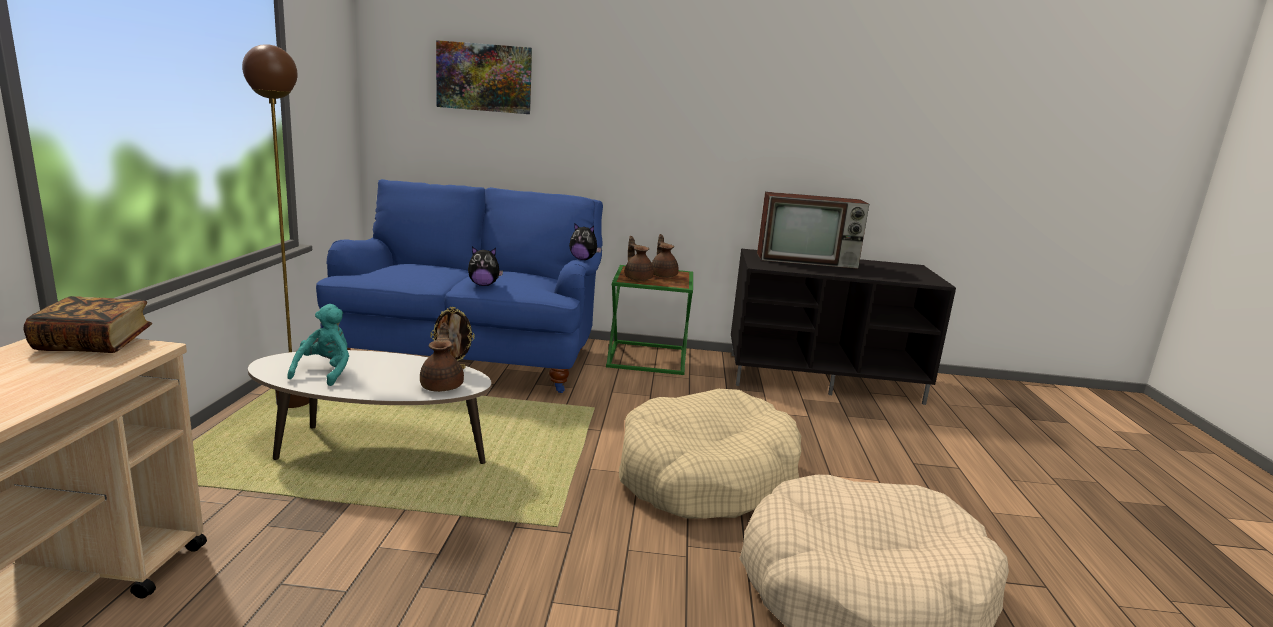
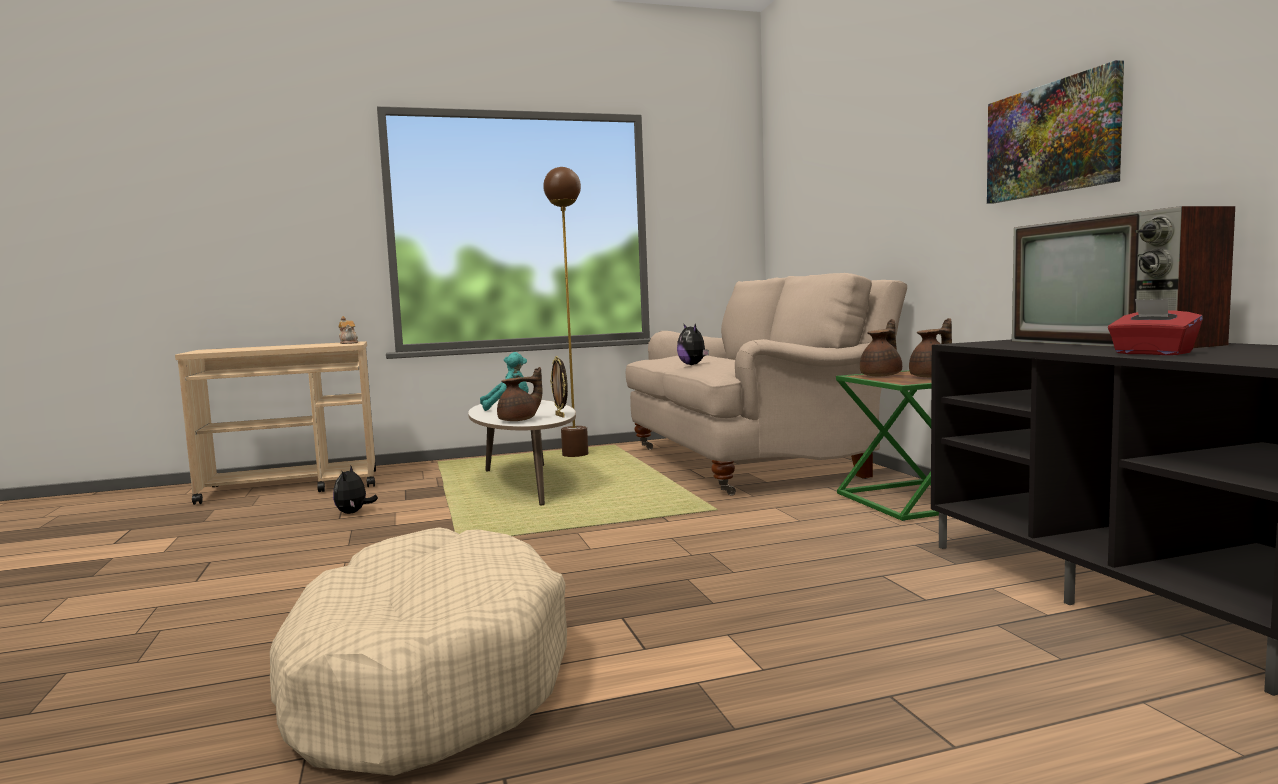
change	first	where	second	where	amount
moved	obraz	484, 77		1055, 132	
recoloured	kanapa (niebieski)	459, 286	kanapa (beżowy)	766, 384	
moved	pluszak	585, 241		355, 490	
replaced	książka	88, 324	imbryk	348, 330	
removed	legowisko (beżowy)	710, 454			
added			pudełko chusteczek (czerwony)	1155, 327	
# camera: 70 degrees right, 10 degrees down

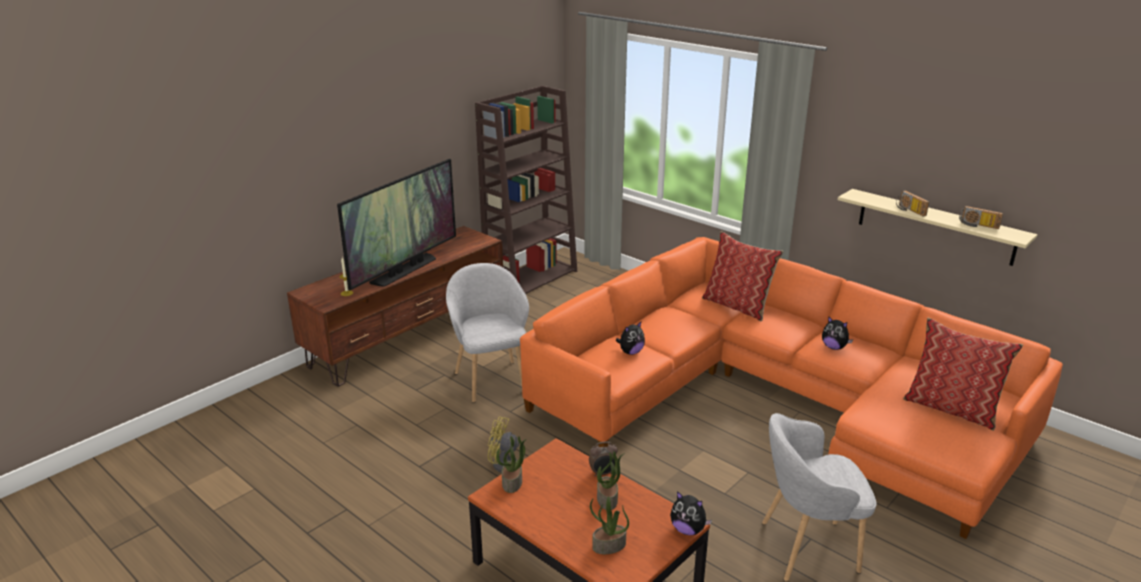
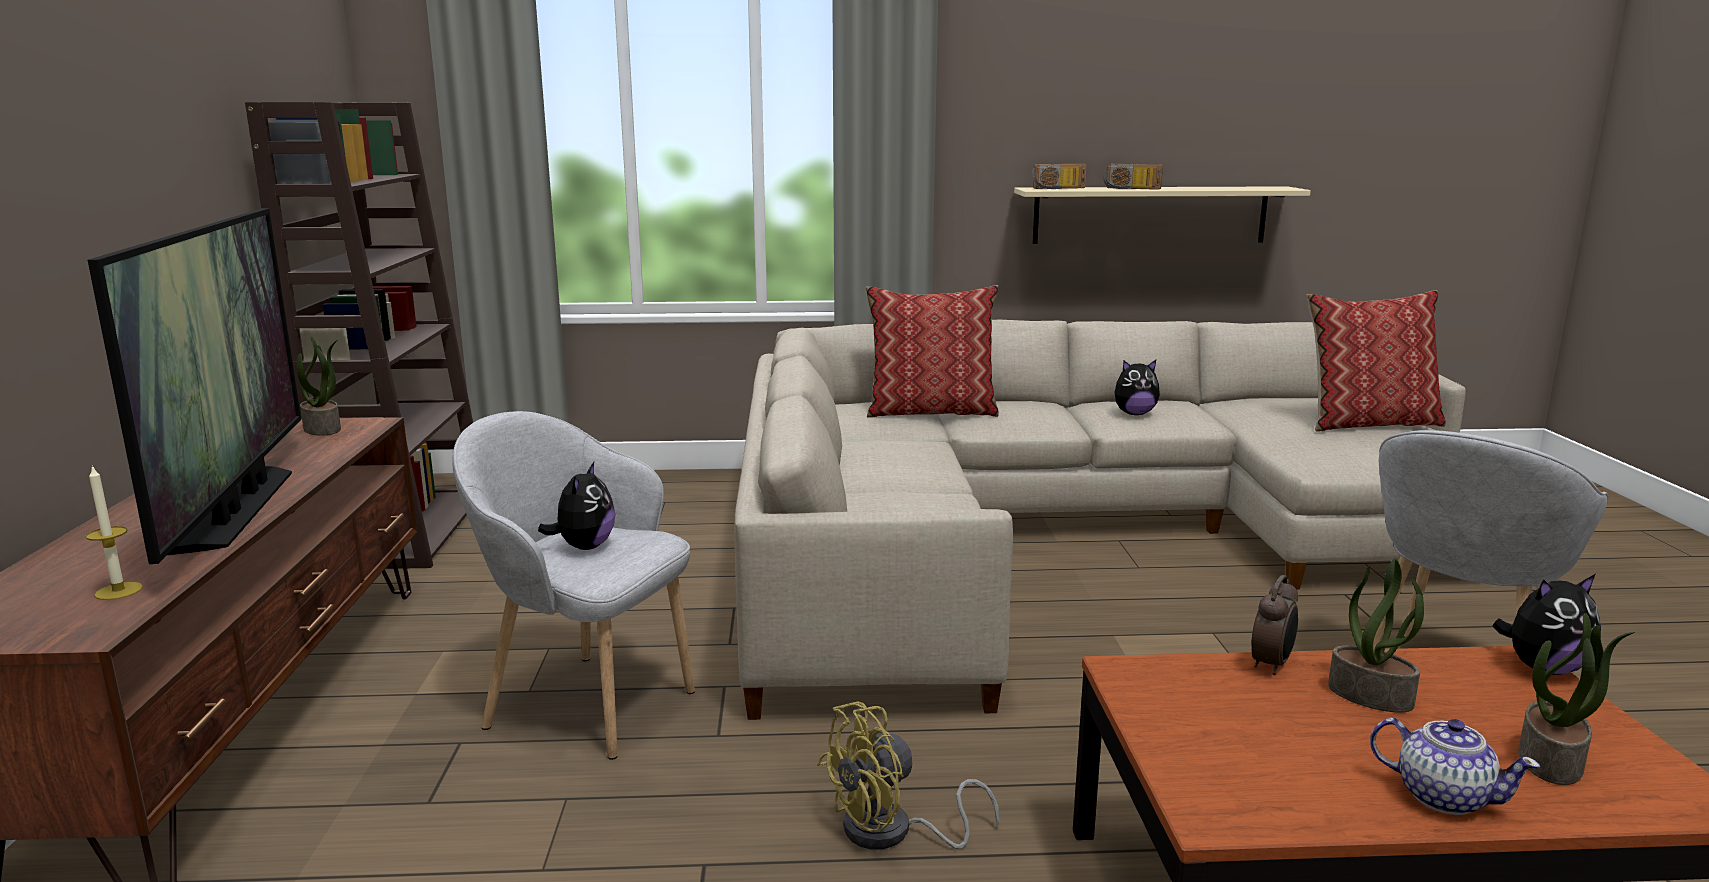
change	first	where	second	where	amount
moved	radio	981, 217		1059, 176	
recoloured	kanapa (pomarańczowy)	791, 388	kanapa (beżowy)	1100, 520	
moved	pluszak	630, 338		576, 506	
moved	roślina doniczkowa	511, 464		319, 386	
added			imbryk	1455, 766	
# camera: 45 degrees left, 10 degrees down

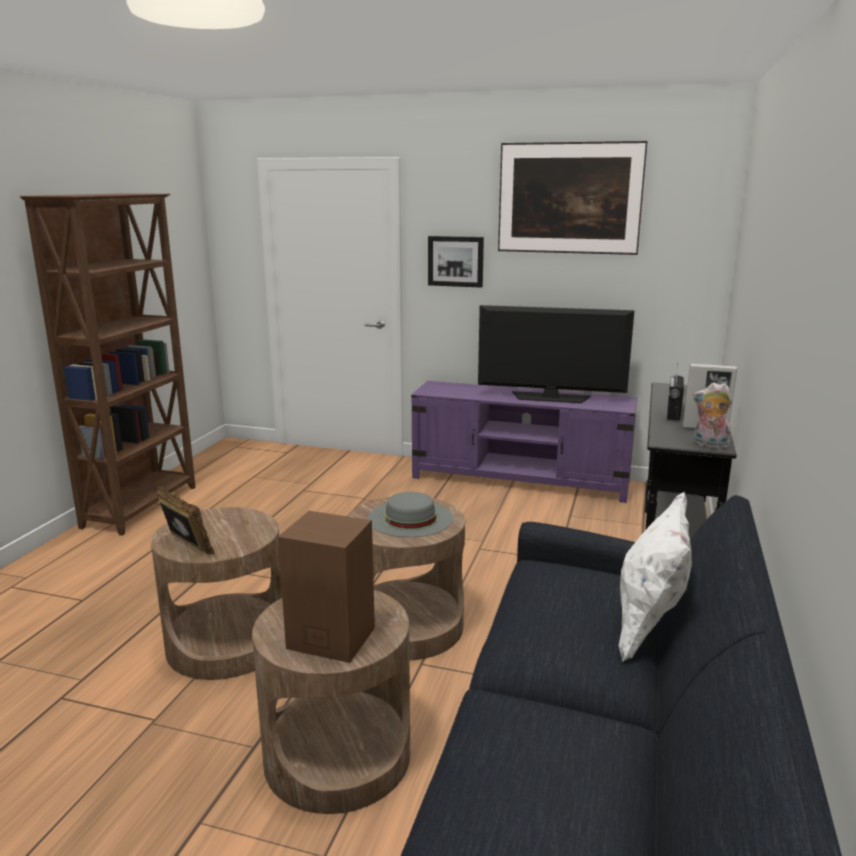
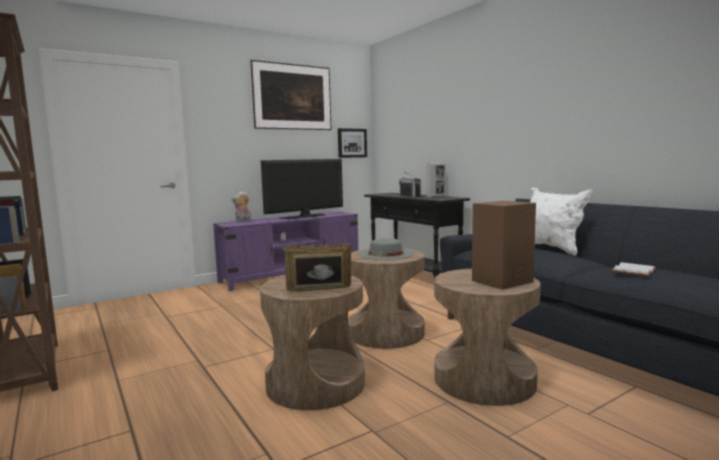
change	first	where	second	where	amount
moved	obraz	456, 262		352, 143	
moved	pluszak	713, 416		241, 207	
added			książka (biały)	634, 269	
# camera: 50 degrees left, 10 degrees down

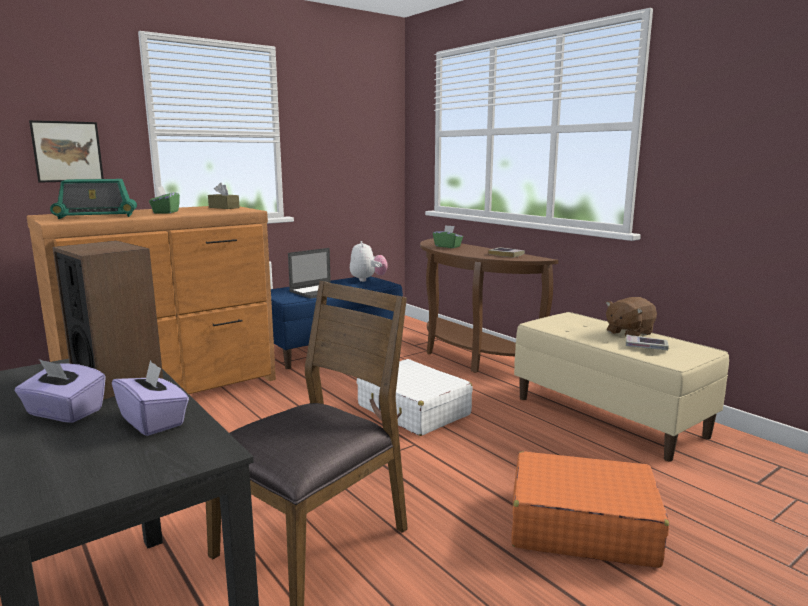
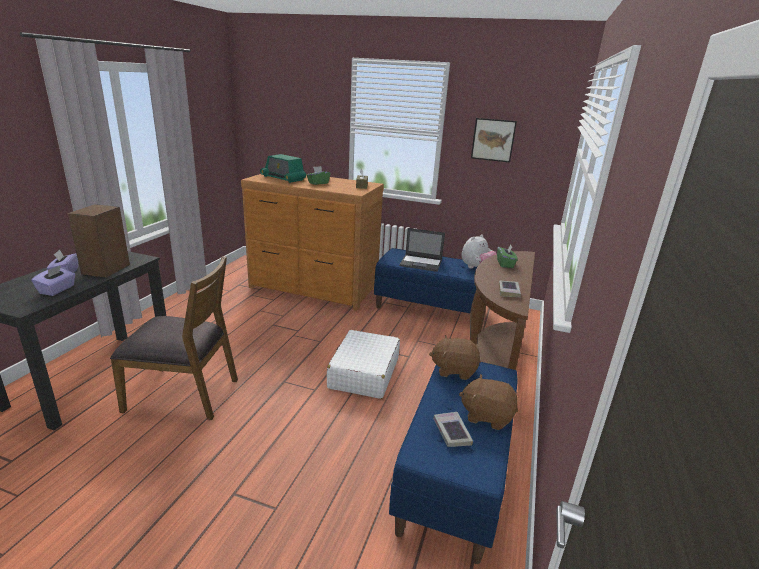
change	first	where	second	where	amount
moved	obraz	66, 151		494, 140	
recoloured	ławka (beżowy)	621, 387	ławka (niebieski)	453, 463	
removed	walizka (pomarańczowy)	590, 509			
added			pluszak (brązowy)	455, 357	
# camera: 55 degrees right, 10 degrees up

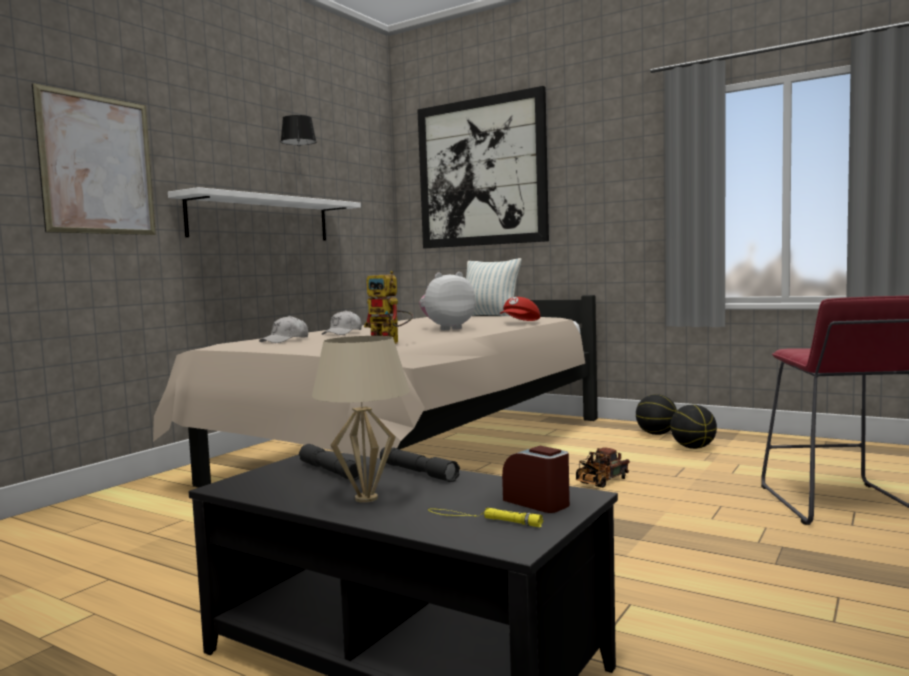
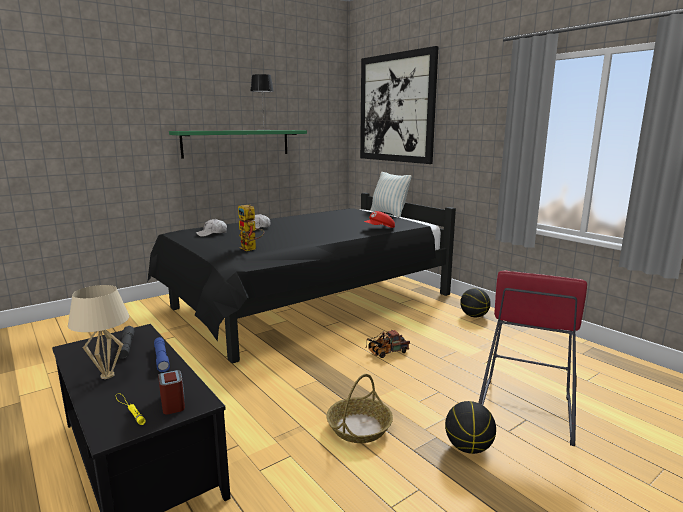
change	first	where	second	where	amount
removed	obraz	94, 159			
recoloured	półka (biały)	264, 214	półka (zielony)	238, 144	
removed	pluszak	447, 301			
recoloured	łóżko (beżowy)	375, 391	łóżko (czarny)	302, 278	
moved	piłka do koszykówki	693, 426		470, 427	
recoloured	latarka (szary)	420, 464	latarka (niebieski)	162, 354	
added			koszyk	359, 408	
# camera: 20 degrees right, 10 degrees up

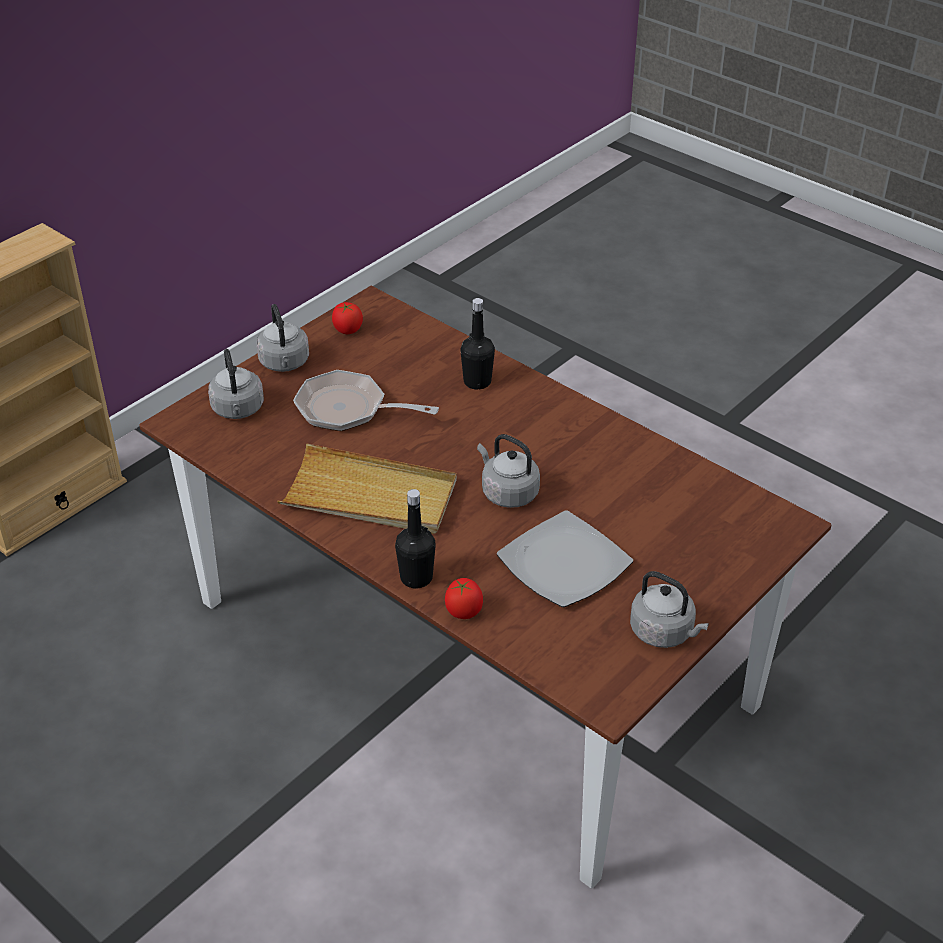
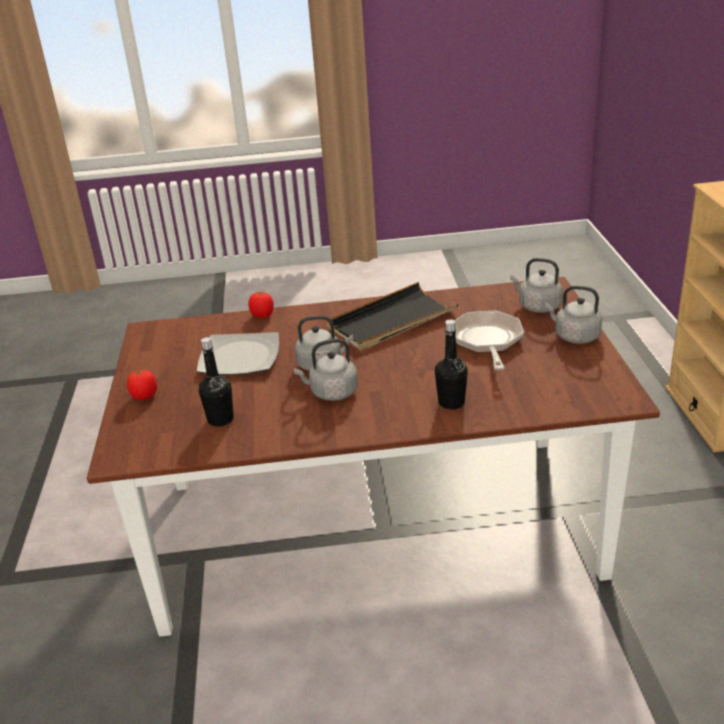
change	first	where	second	where	amount
moved	pomidor	347, 318		142, 384	
turned	patelnia	366, 400		489, 340	60 degrees counterclockwise
recoloured	taca (beżowy)	367, 488	taca (czarny)	392, 316	
moved	butelka (czarny)	415, 538		216, 382	
moved	czajnik (szary)	669, 609		326, 370	
# camera: 135 degrees right, 10 degrees down

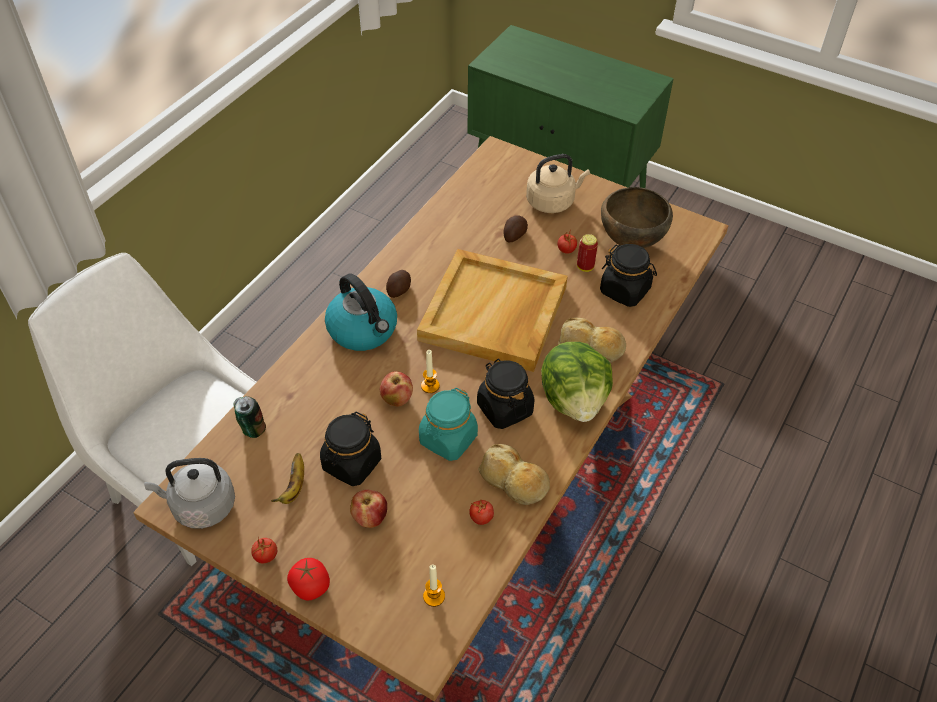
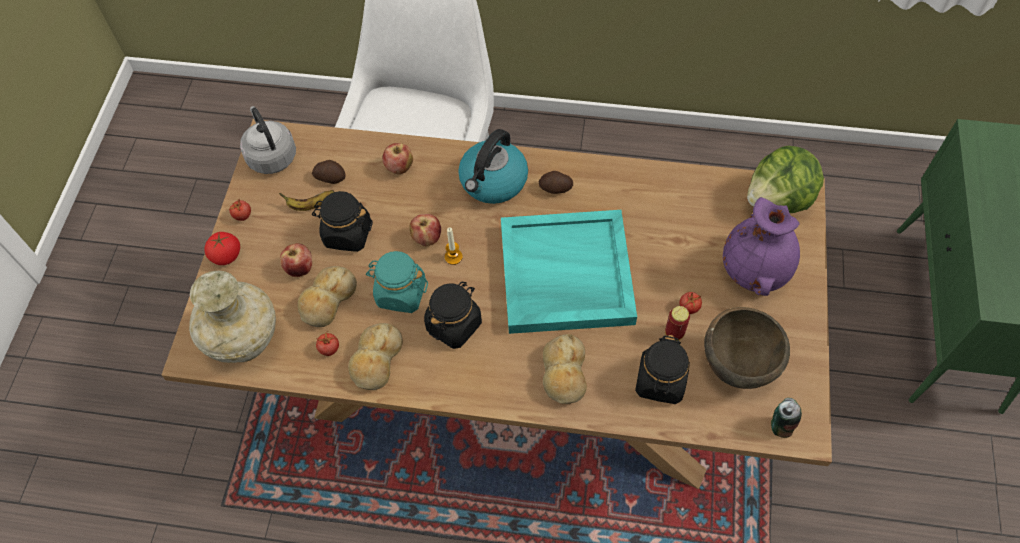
change	first	where	second	where	amount
replaced	czajnik (beżowy)	558, 183	wazon (fioletowy)	761, 246	
moved	ziemniak	516, 229		329, 172	
recoloured	taca (beżowy)	492, 310	taca (turkusowy)	569, 272	
moved	sałata	577, 382		785, 179	
moved	puszka	250, 417		786, 418	
replaced	świeca	434, 585	wazon (beżowy)	232, 317	
added			jabłko	397, 158	
added			chleb	327, 296	
# camera: 70 degrees right, 10 degrees up

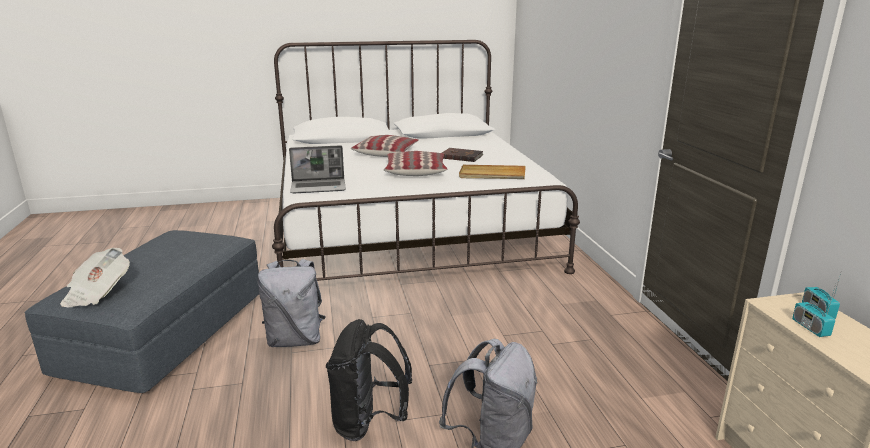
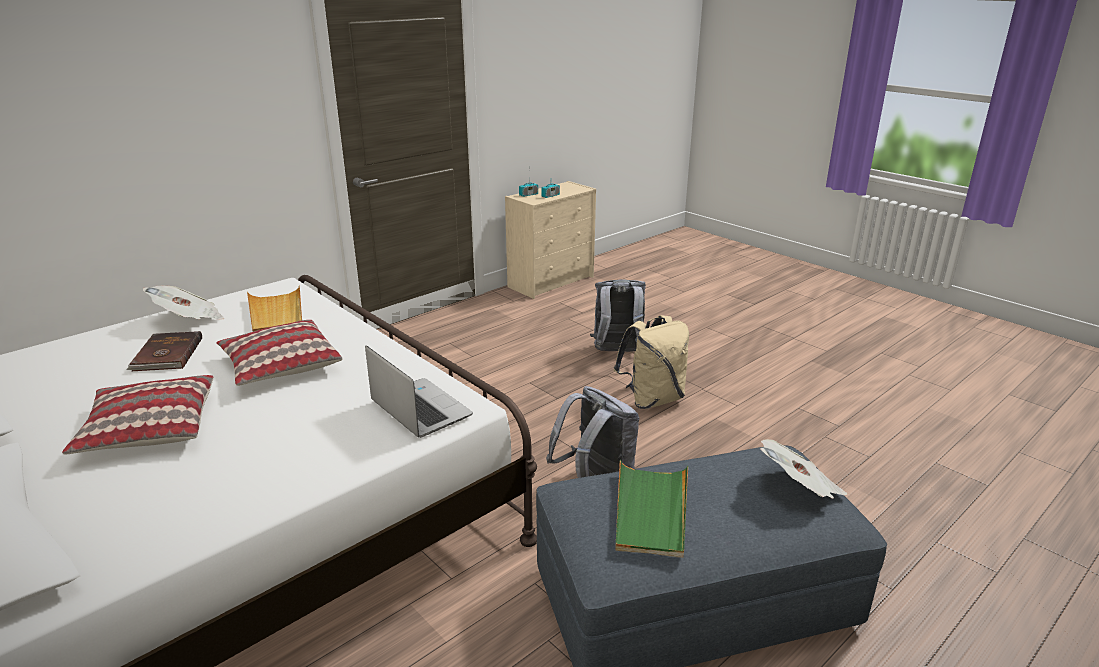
change	first	where	second	where	amount
recoloured	plecak (czarny)	369, 380	plecak (beżowy)	651, 362	
added			gazeta	184, 302	
added			taca (zielony)	651, 509	
# camera: 120 degrees left, 5 degrees up

